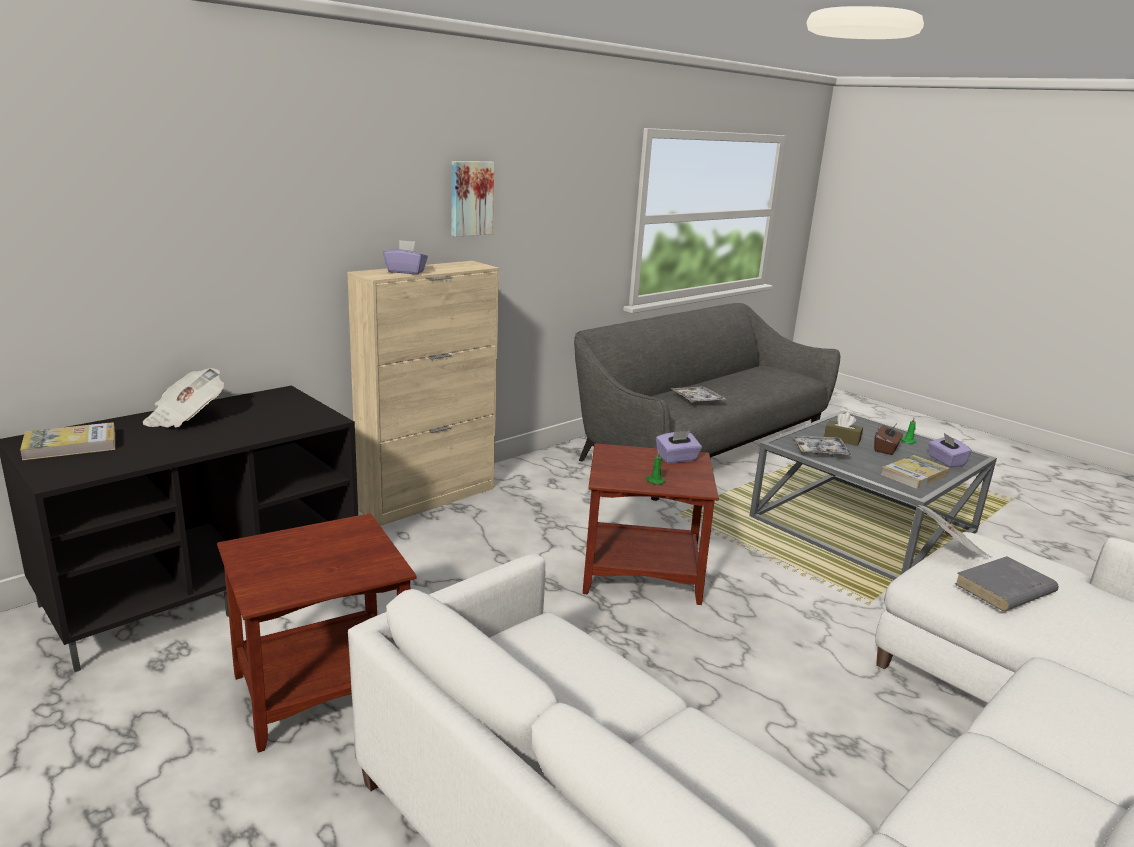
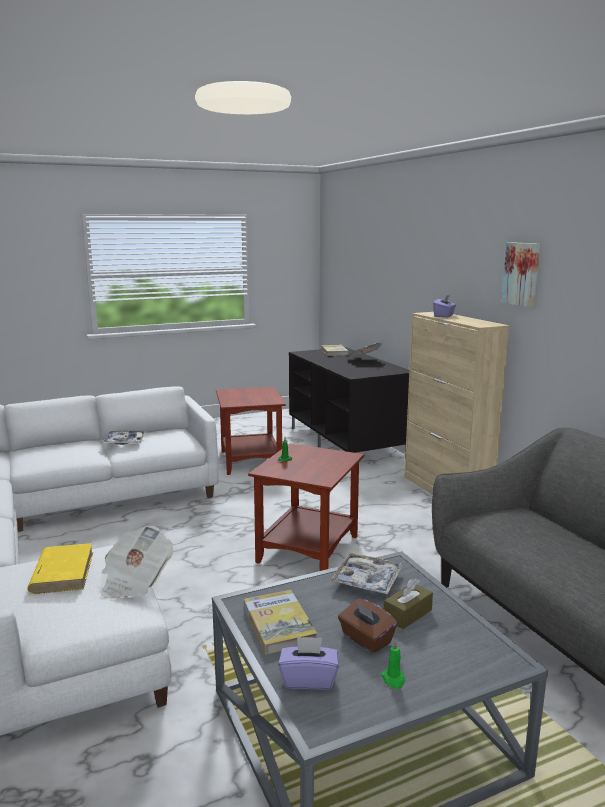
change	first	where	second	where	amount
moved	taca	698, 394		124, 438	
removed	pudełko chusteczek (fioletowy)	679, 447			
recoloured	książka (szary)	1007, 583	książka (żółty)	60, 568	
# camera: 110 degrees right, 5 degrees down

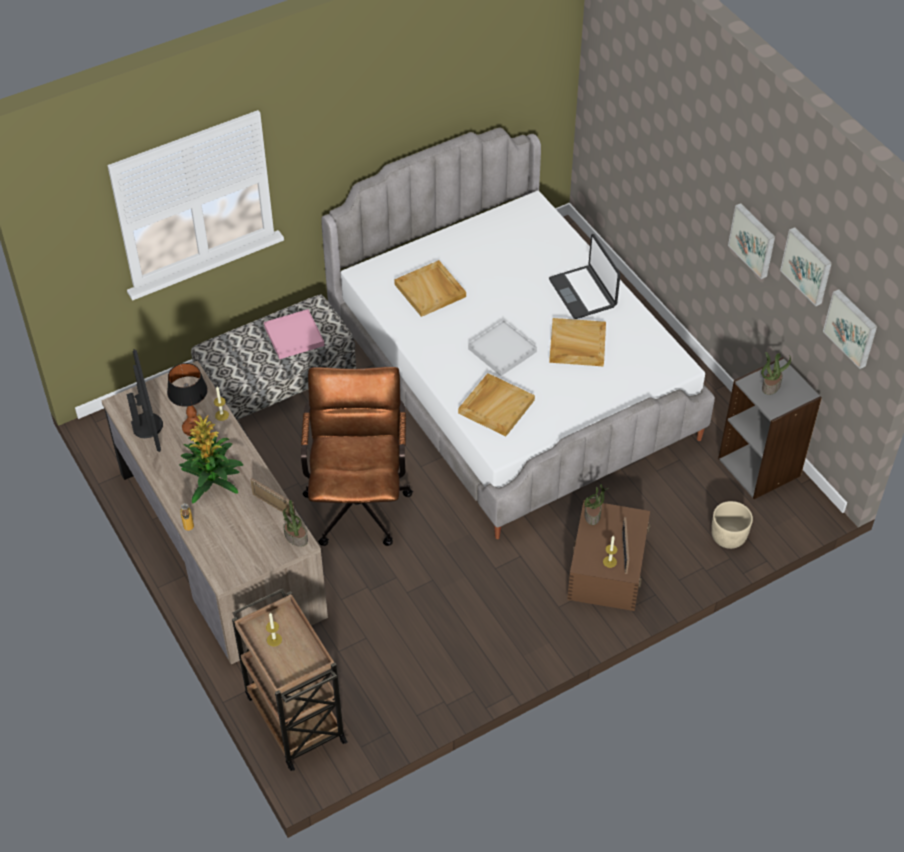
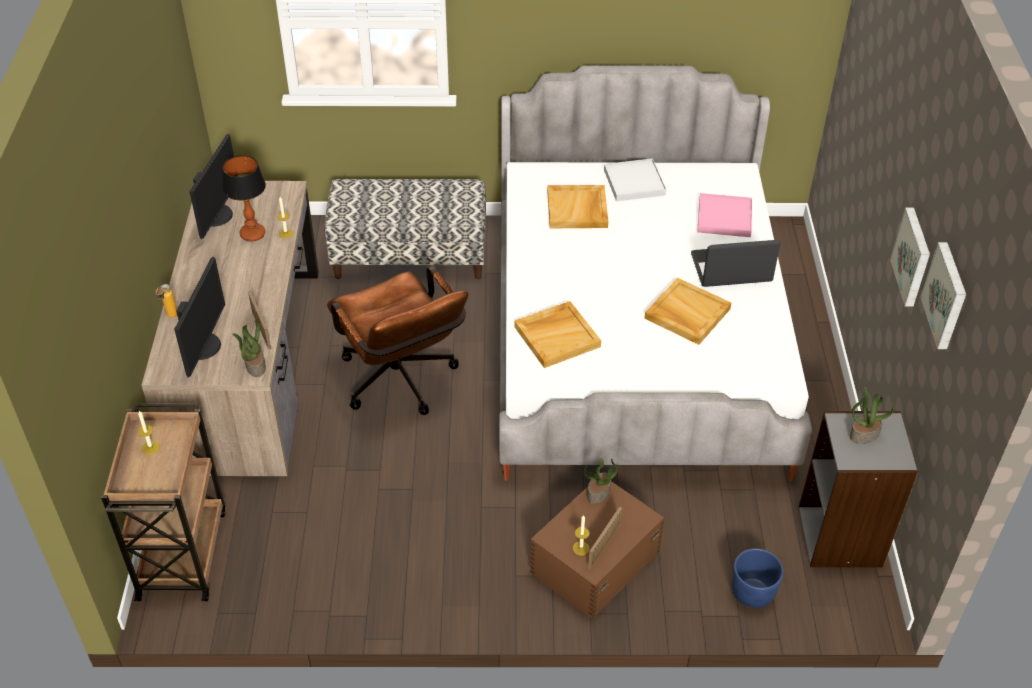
change	first	where	second	where	amount
turned	laptop	584, 276		736, 263	75 degrees clockwise
removed	obraz	850, 329			
moved	taca (różowy)	294, 334		724, 215	
moved	taca (biały)	502, 348		635, 179	
turned	krzesło biurowe (brązowy)	357, 456		397, 340	120 degrees clockwise
removed	roślina doniczkowa	211, 458			
recoloured	donica (beżowy)	732, 525	donica (niebieski)	758, 578	
added			monitor	199, 317	
# camera: 30 degrees right, 5 degrees down

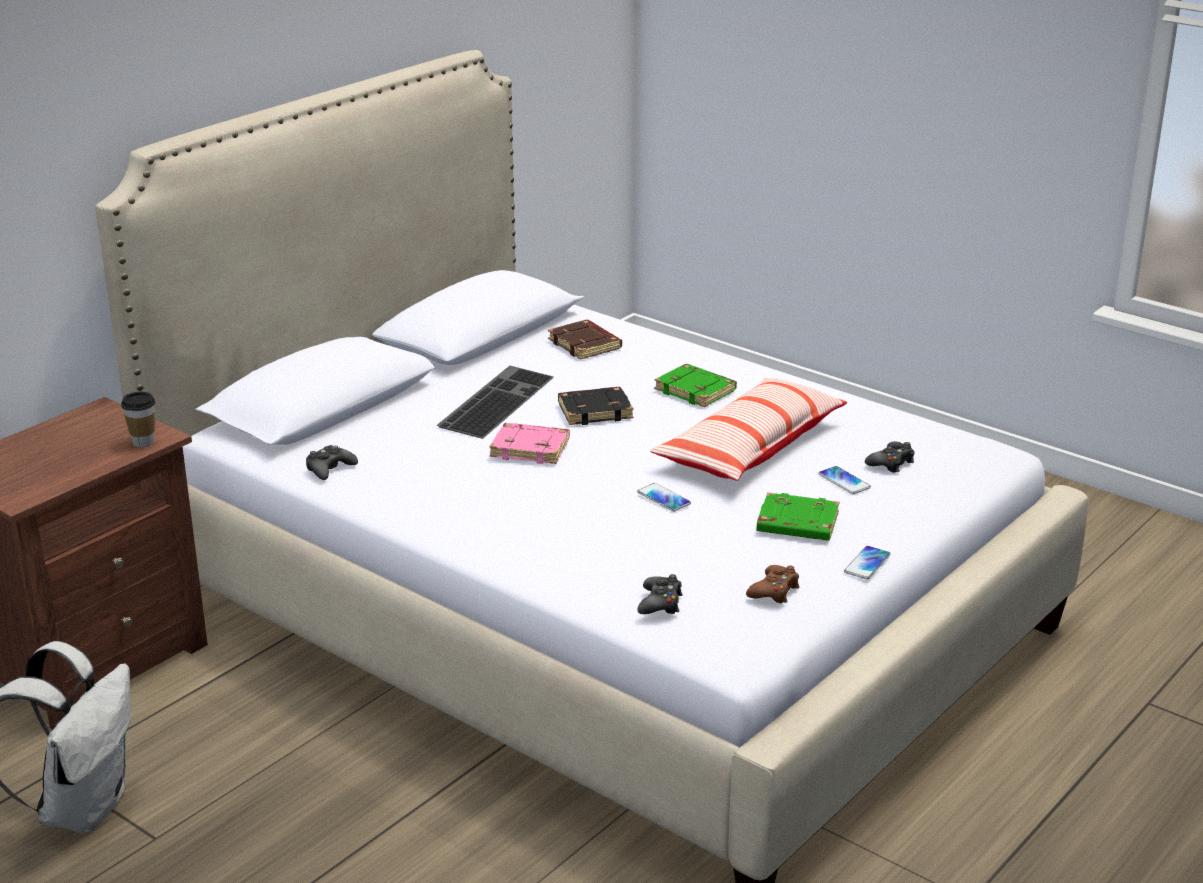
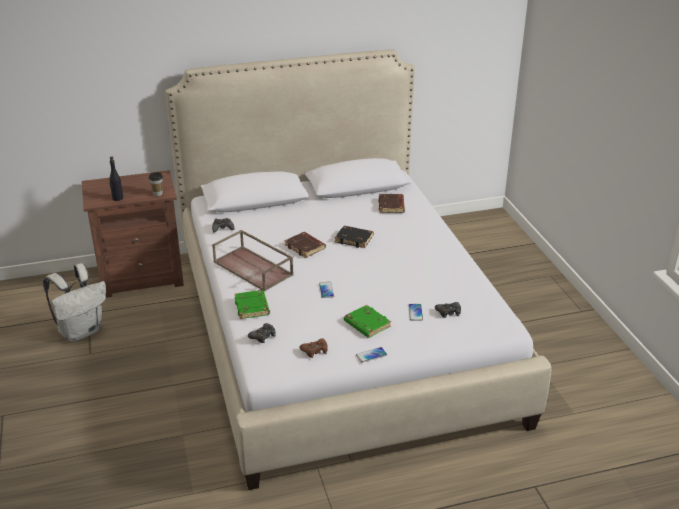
change	first	where	second	where	amount
moved	książka (zielony)	695, 385		252, 304	
removed	klawiatura	495, 402			
removed	poduszka	748, 429			
recoloured	książka (różowy)	529, 443	książka (brązowy)	305, 245	
added			butelka (czarny)	116, 178	
added			taca (brązowy)	253, 261	
# camera: 35 degrees right, 5 degrees up

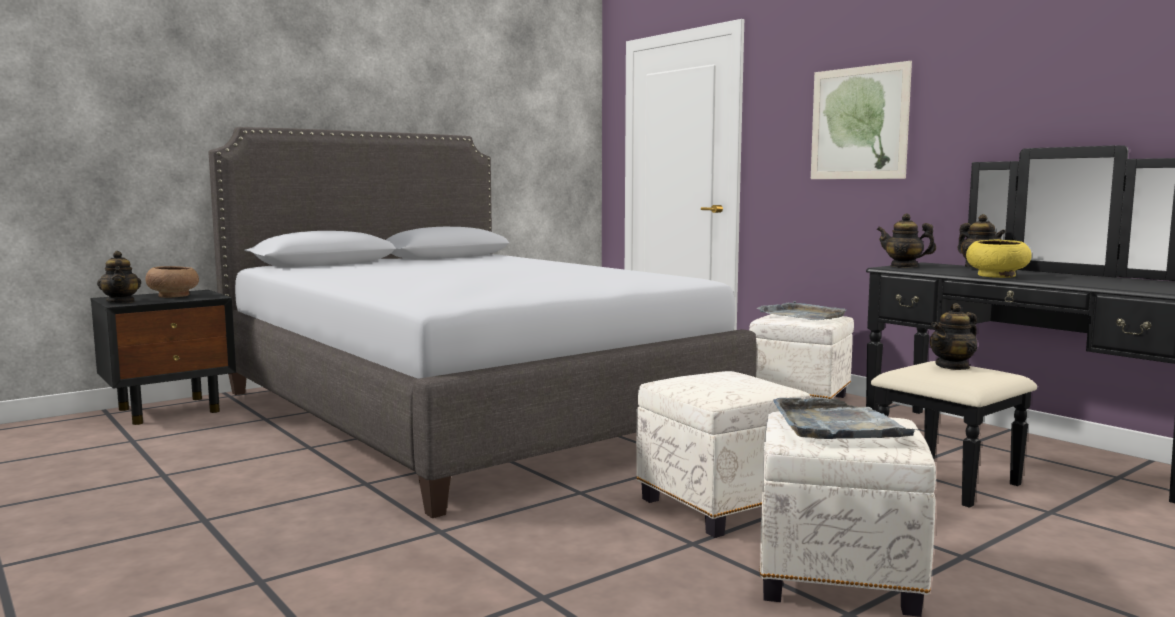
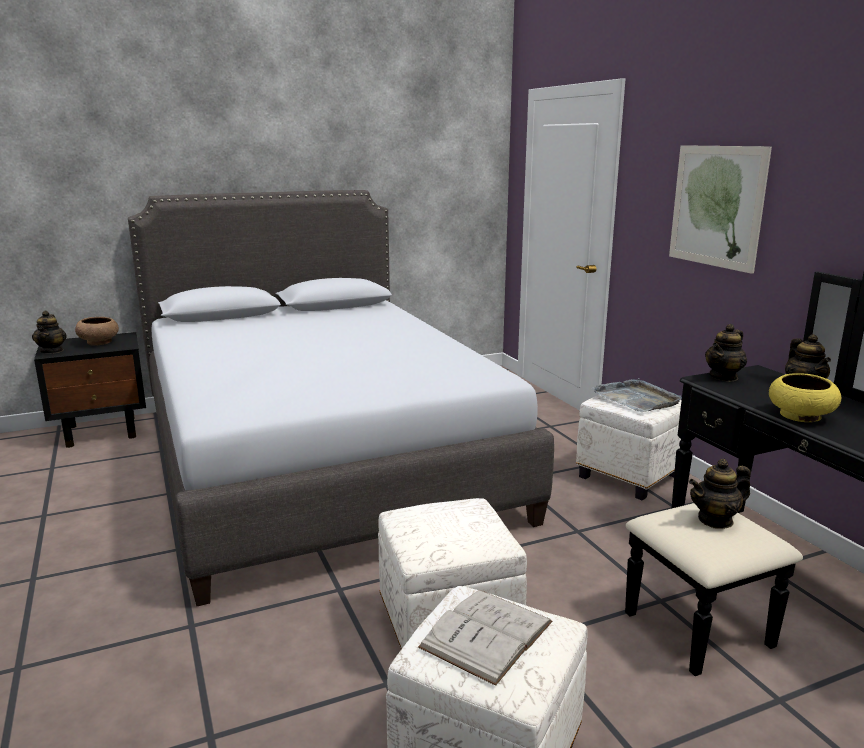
change	first	where	second	where	amount
turned	imbryk	906, 240		726, 353	90 degrees counterclockwise
replaced	taca (szary)	845, 418	książka (biały)	485, 638	
# camera: 15 degrees right, 10 degrees up

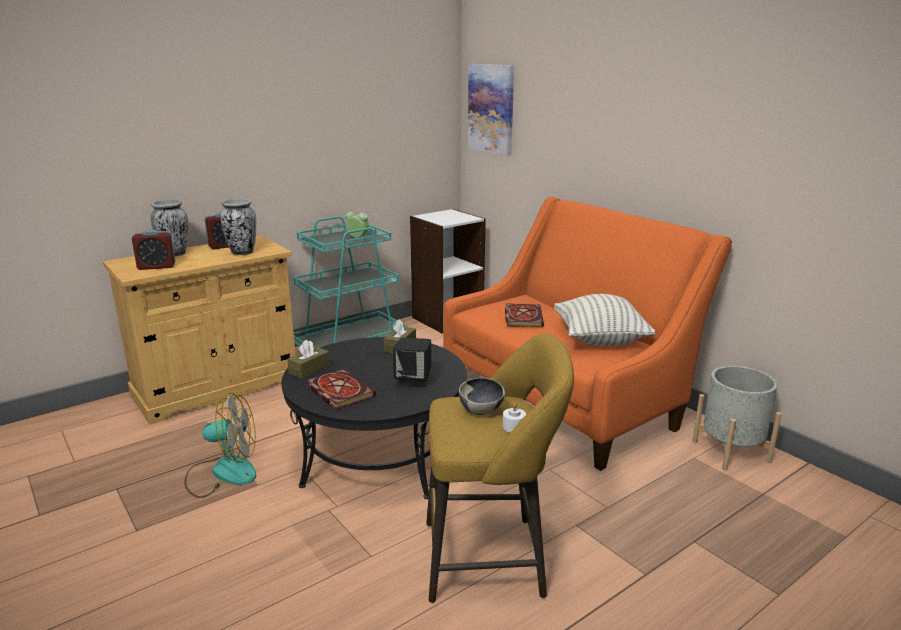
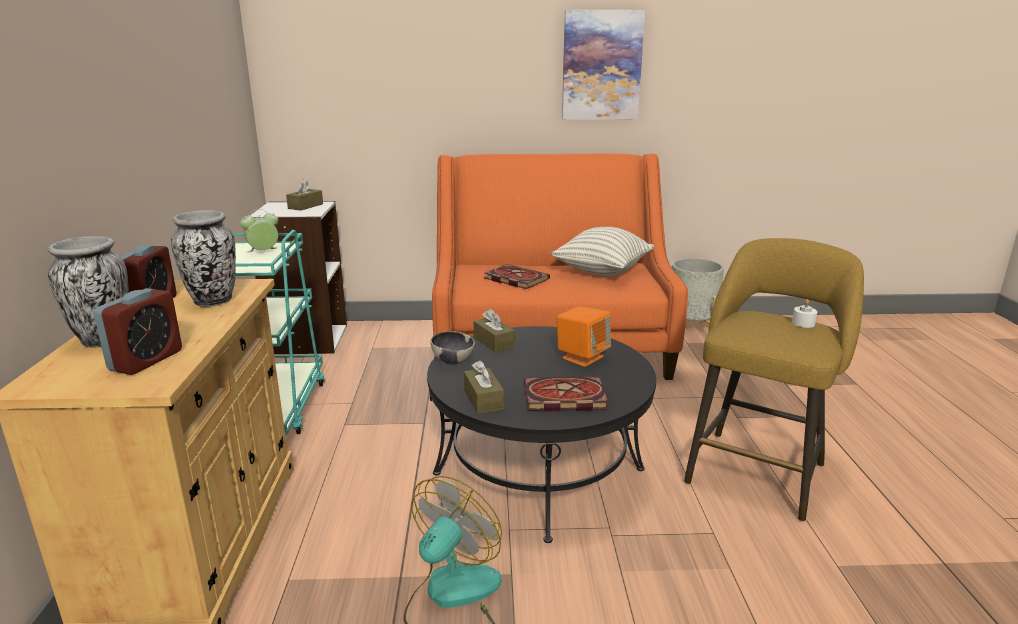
change	first	where	second	where	amount
moved	obraz	491, 110		603, 65	
recoloured	głośnik (czarny)	412, 362	głośnik (pomarańczowy)	584, 336	
moved	miska	482, 396		453, 348	
added			pudełko chusteczek (brązowy)	304, 195	
# camera: 55 degrees left, 0 degrees up

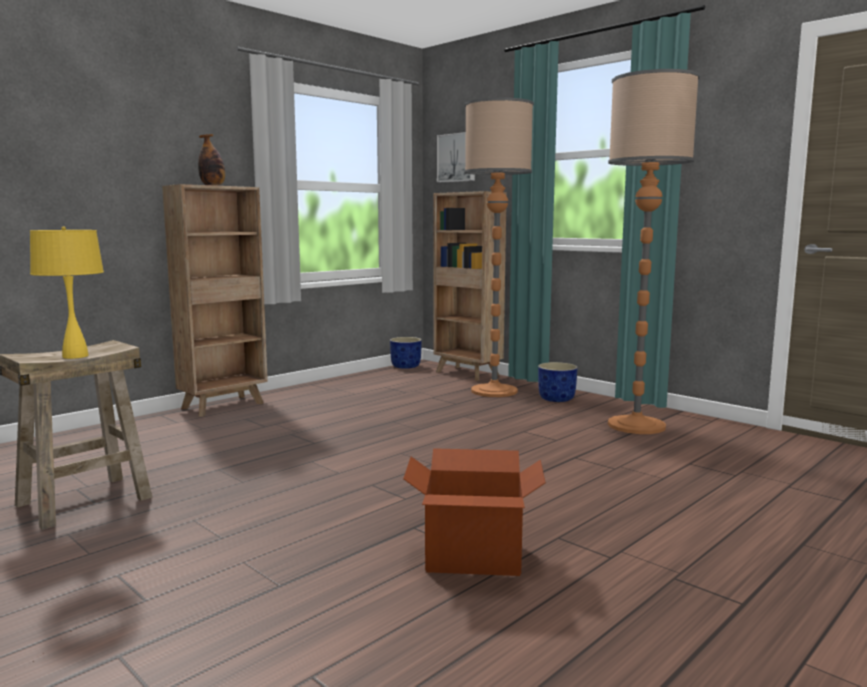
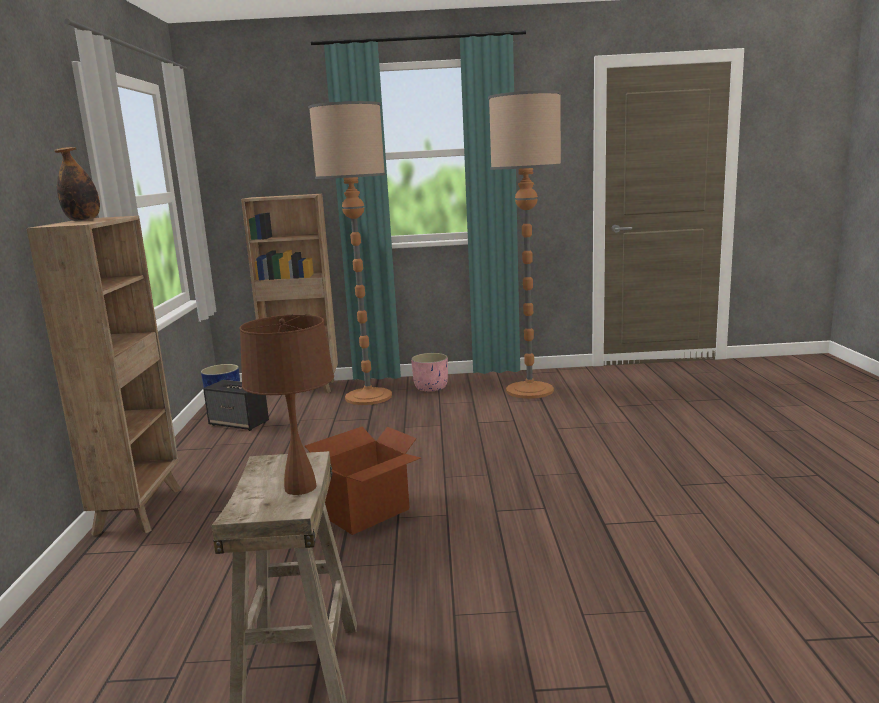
change	first	where	second	where	amount
removed	obraz	456, 157			
recoloured	lampa stołowa (żółty)	67, 293	lampa stołowa (brązowy)	286, 404	
recoloured	donica (niebieski)	558, 382	donica (różowy)	429, 372	
moved	karton	474, 512		363, 481	
added			głośnik	236, 405	
# camera: 45 degrees left, 5 degrees up

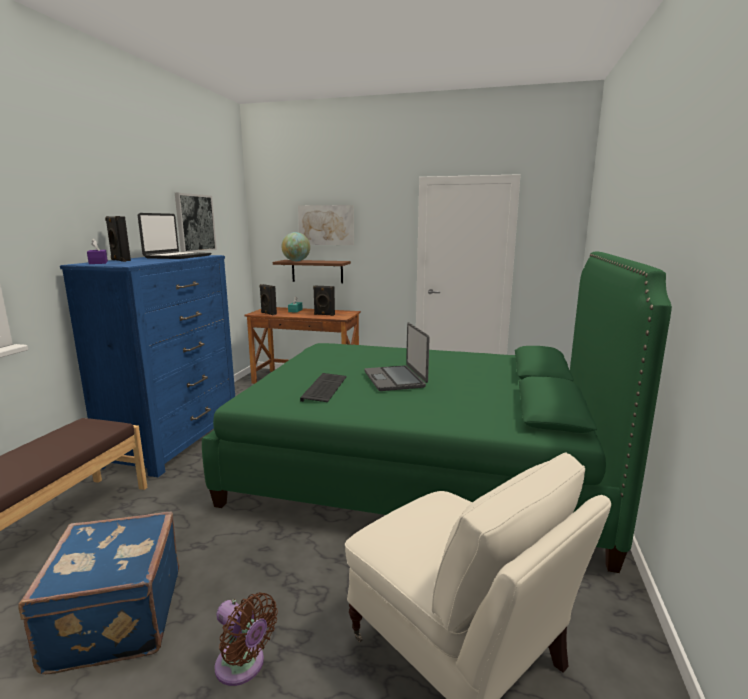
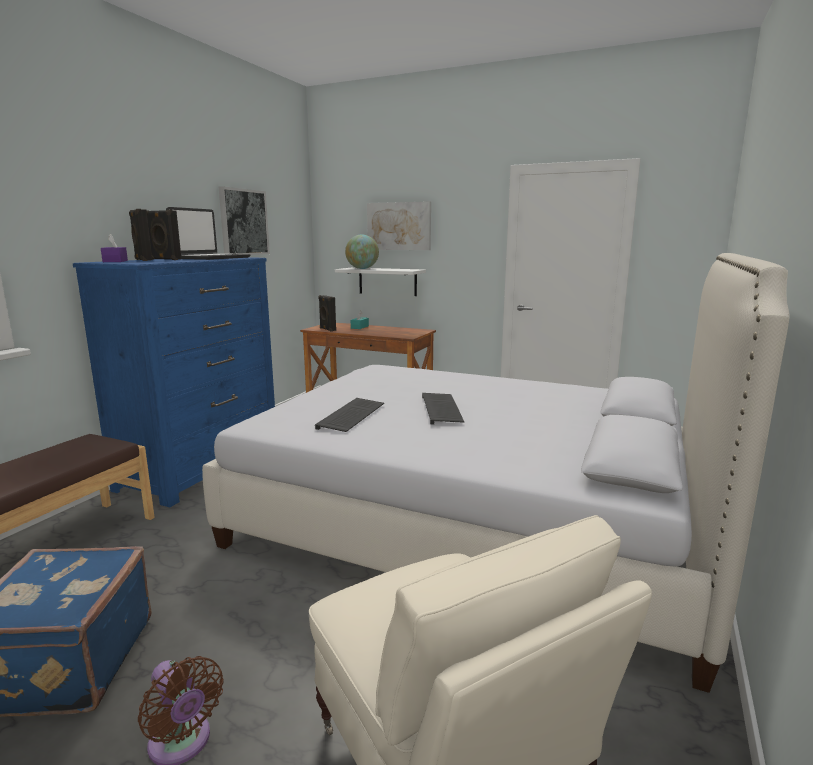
change	first	where	second	where	amount
recoloured	łóżko (zielony)	437, 412	łóżko (biały)	496, 473	
recoloured	półka (brązowy)	312, 271	półka (biały)	380, 282	
moved	głośnik (czarny)	324, 301		164, 235	
replaced	laptop	397, 356	klawiatura	443, 409	
# camera: 10 degrees right, 0 degrees up

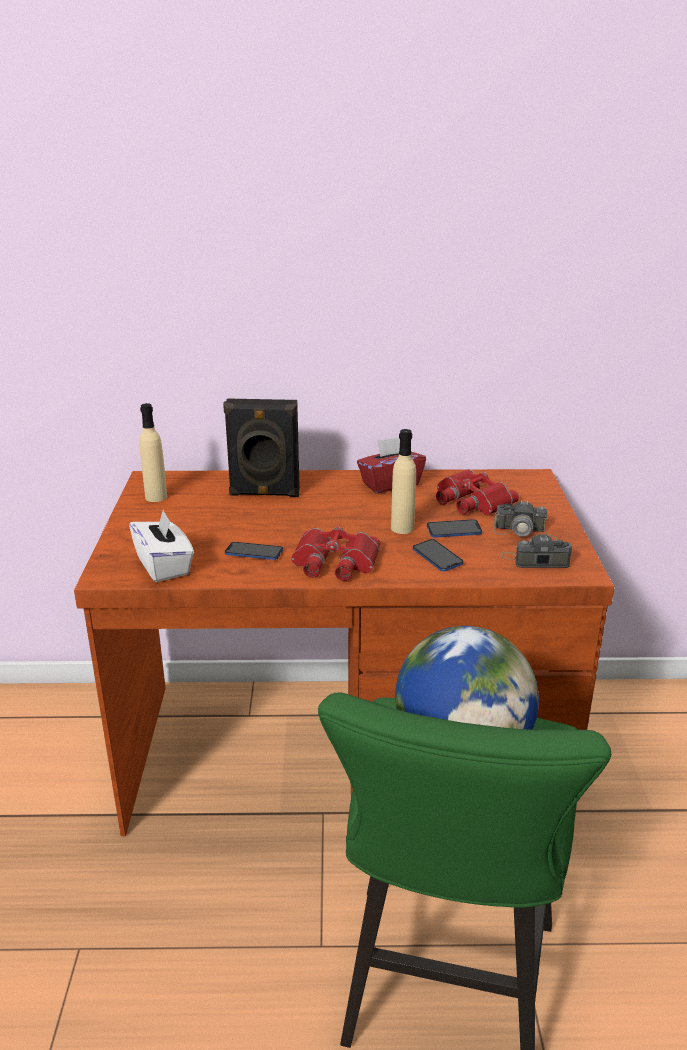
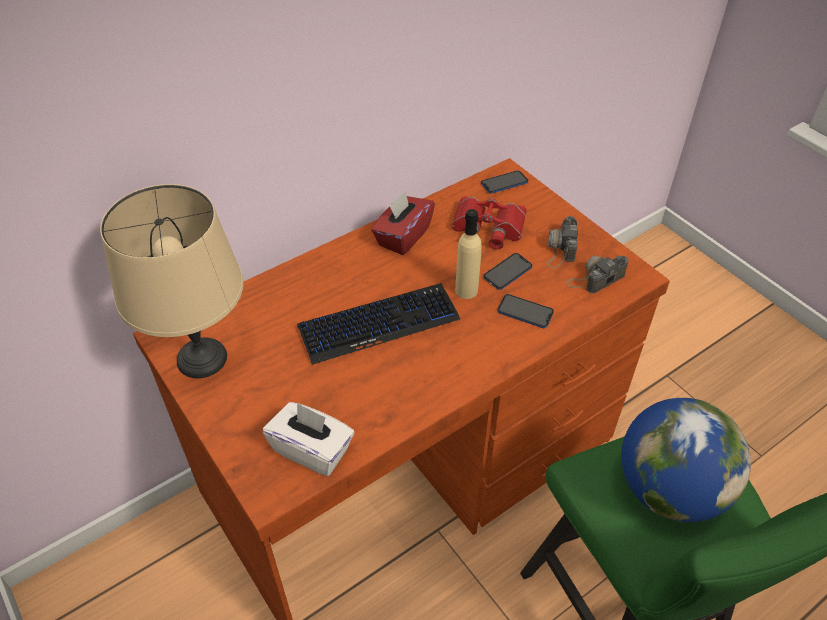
change	first	where	second	where	amount
removed	głośnik (czarny)	261, 447			
replaced	butelka (beżowy)	153, 452	lampa stołowa (beżowy)	172, 281	
turned	aparat fotograficzny	525, 520		562, 242	120 degrees clockwise
removed	lornetka (czerwony)	335, 554			
moved	telefon	254, 551		504, 182	
added			klawiatura	378, 324	
# camera: 35 degrees left, 20 degrees up

